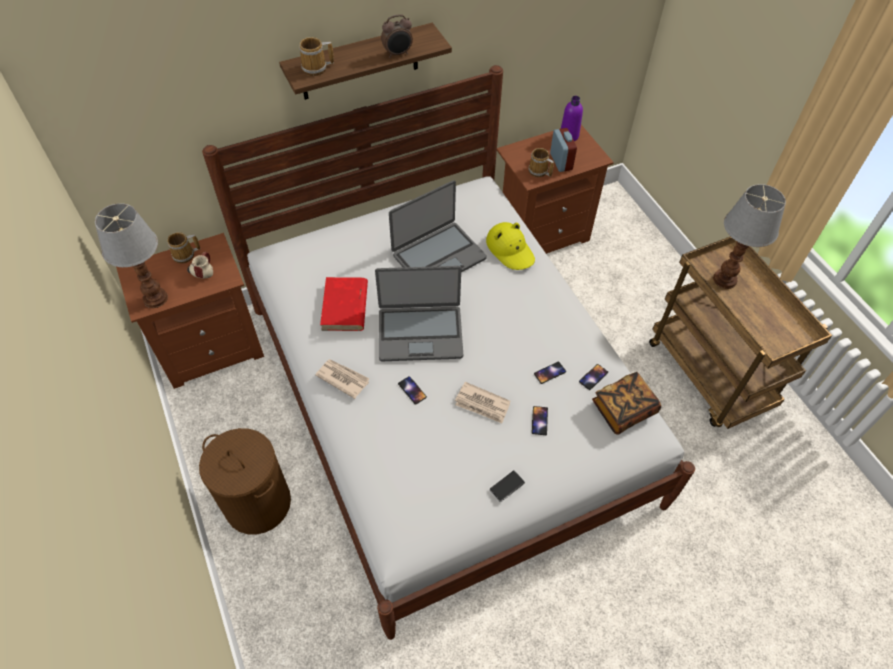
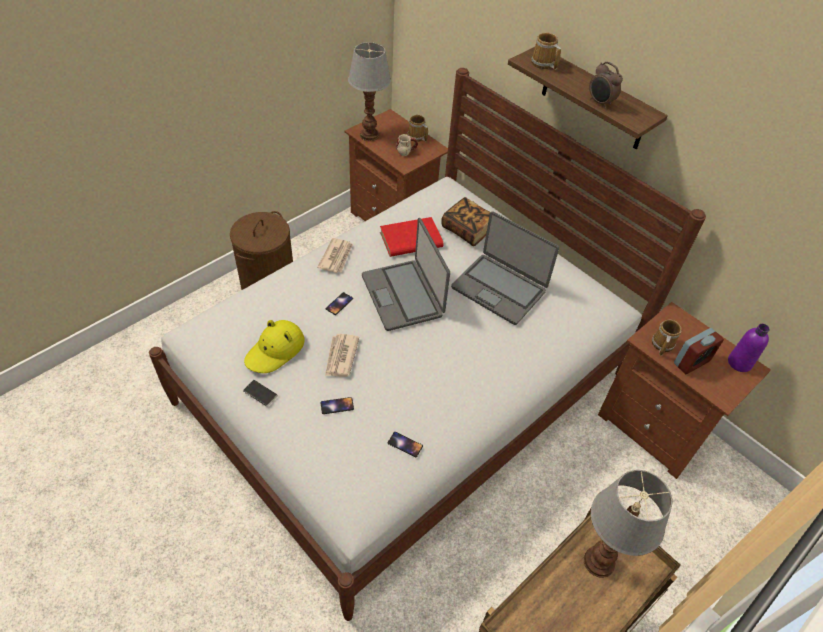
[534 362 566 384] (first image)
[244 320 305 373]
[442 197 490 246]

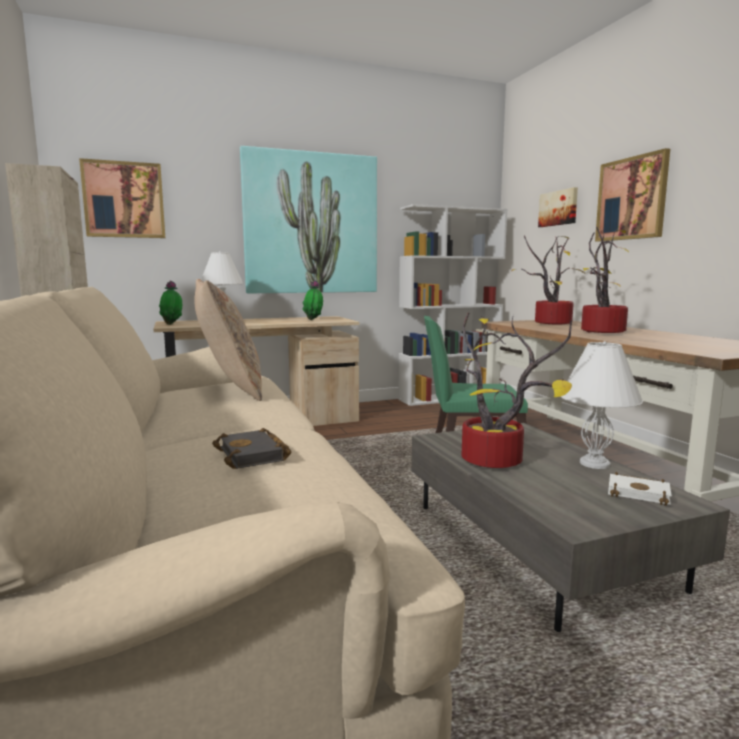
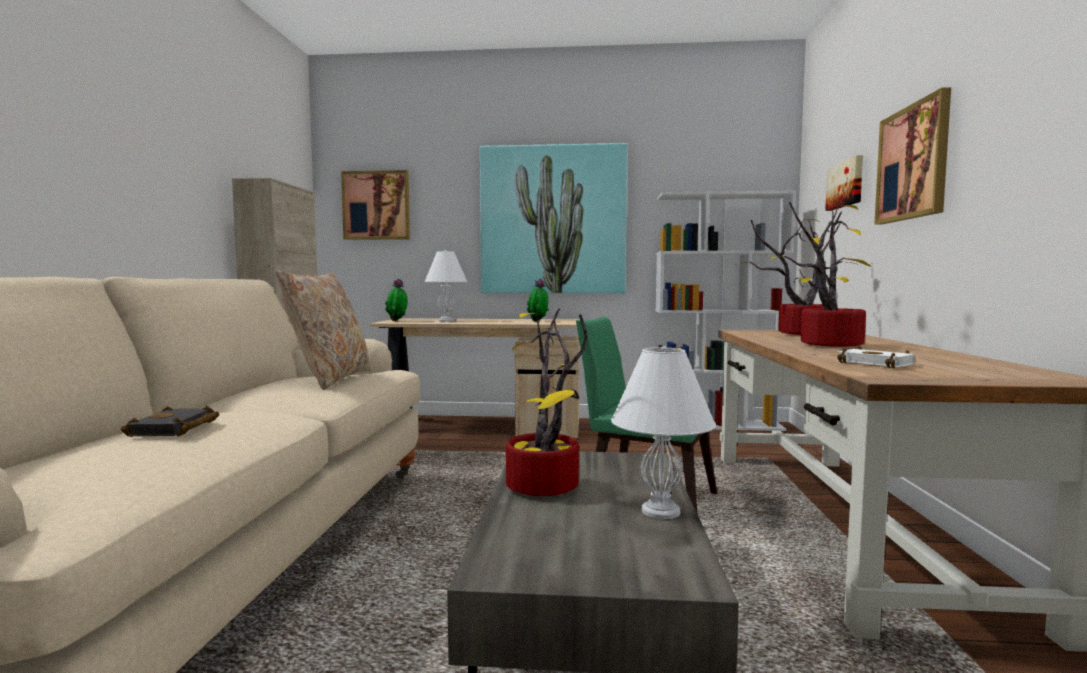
[837 346 915 369]

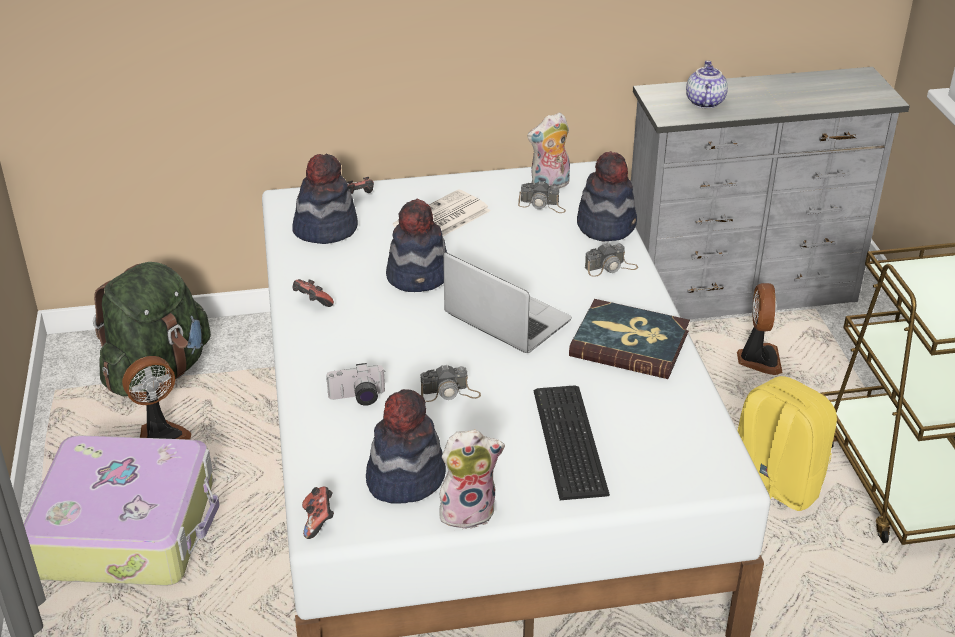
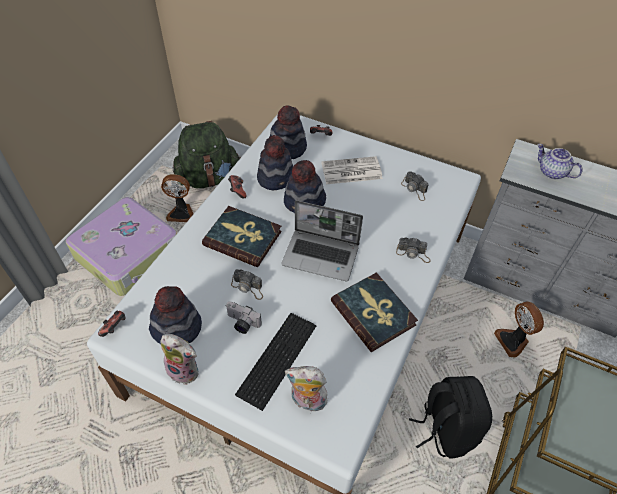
[202 206 282 267]
[226 301 262 334]
[285 366 331 412]
[257 135 293 190]
[409 376 492 459]
[281 200 363 282]
[537 144 583 179]
[494 301 544 358]

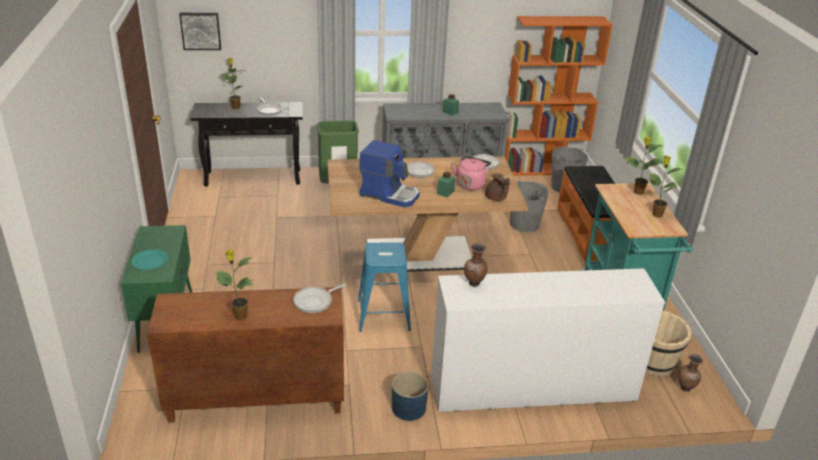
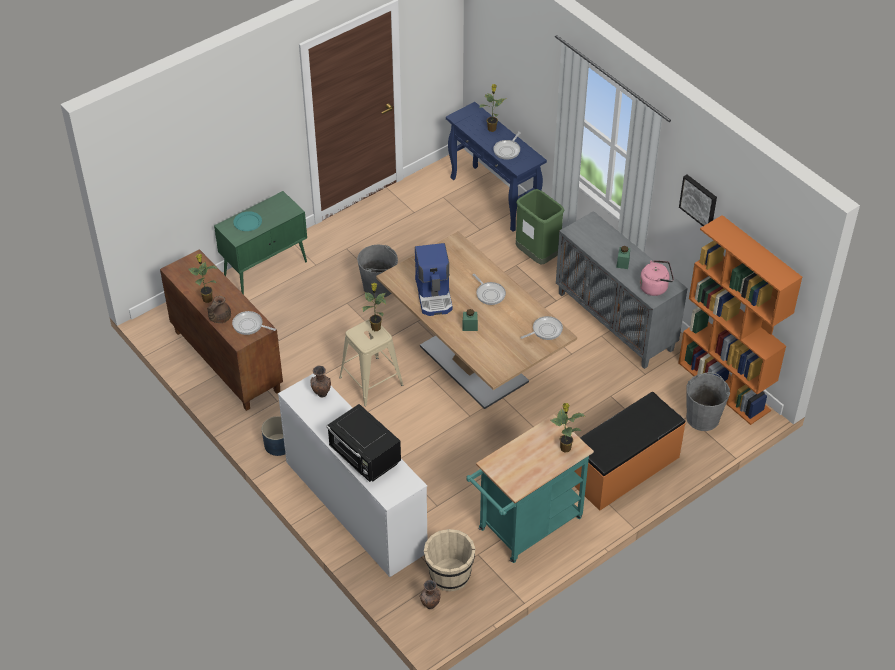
[327 404 401 482]
[679 175 717 226]
[640 260 674 296]
[207 296 231 323]
[357 244 398 298]
[362 283 386 331]
[446 102 547 232]
[339 319 403 406]

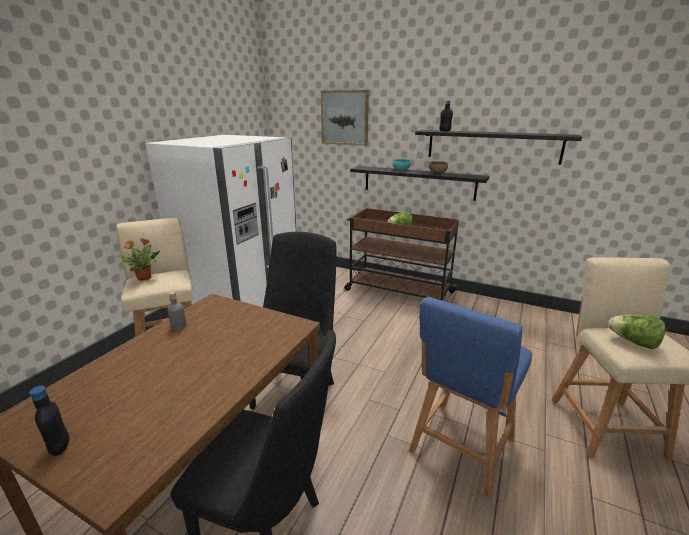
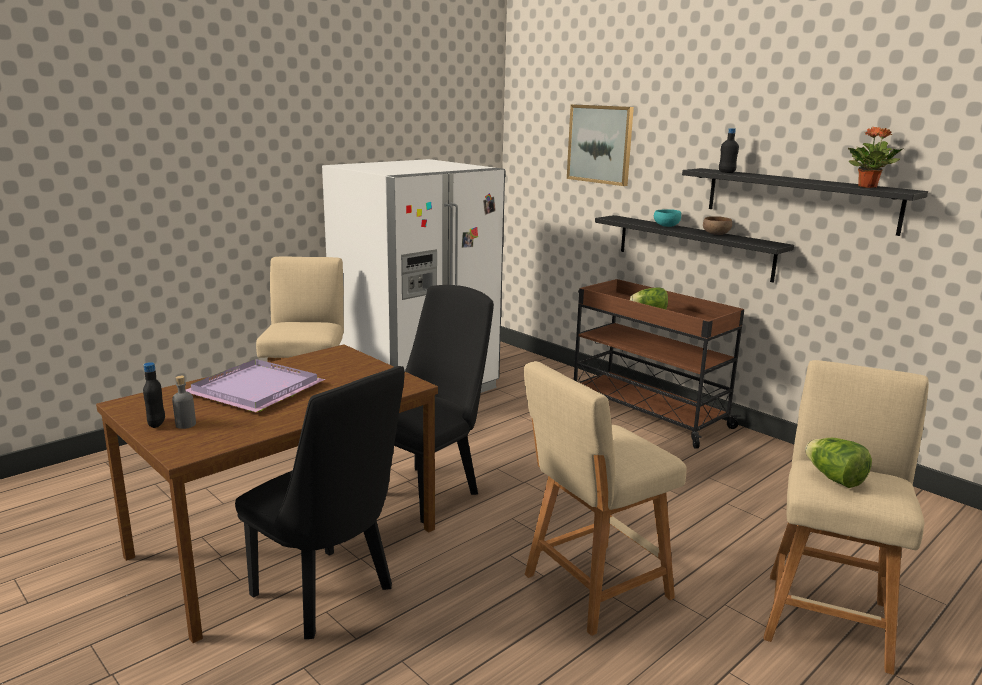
[186 359 326 412]
[848 127 904 188]
[172 376 196 429]
[524 361 687 636]

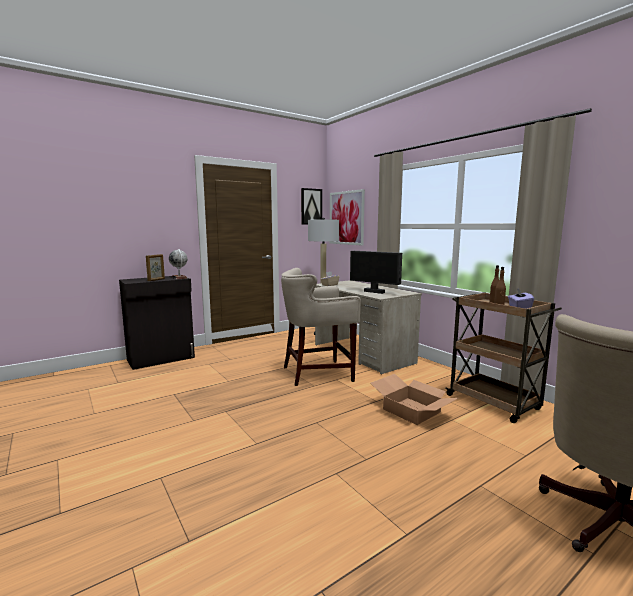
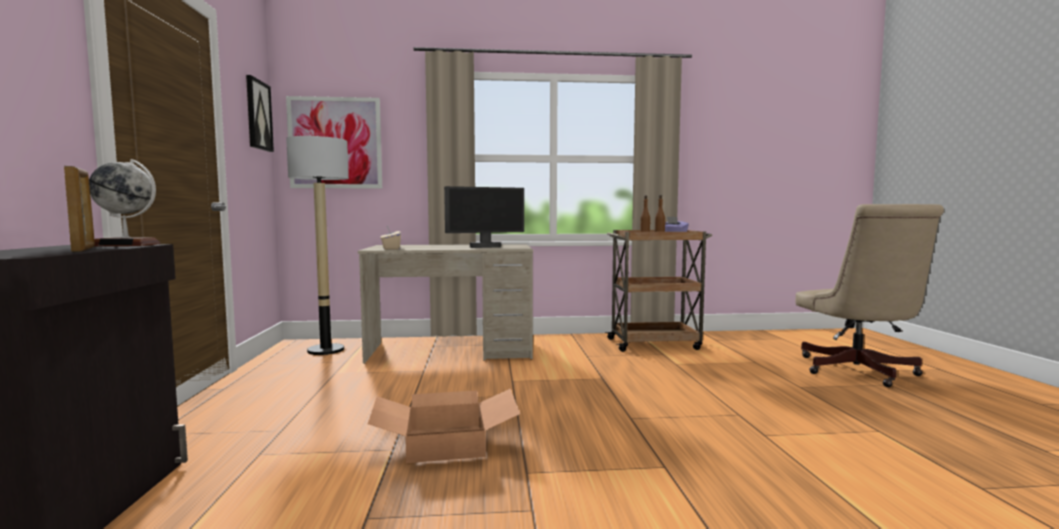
[281 268 361 386] (first image)
[368 389 520 463]

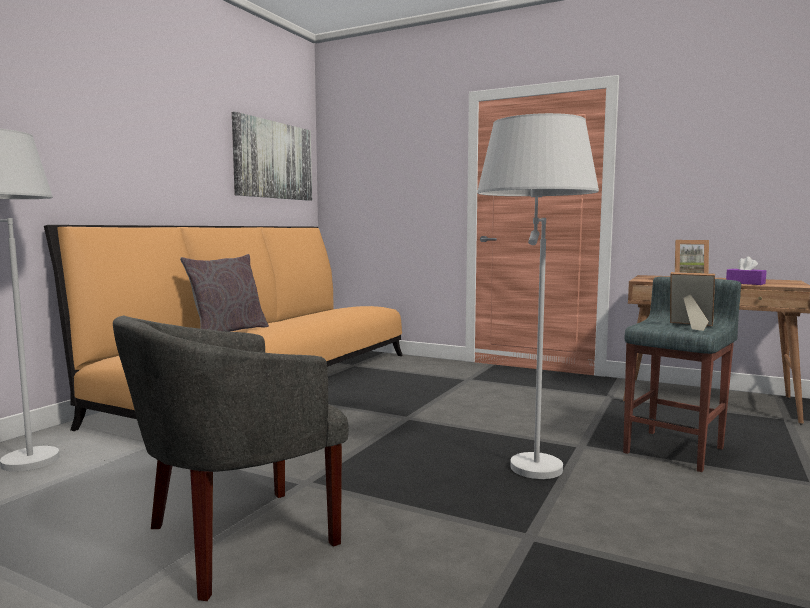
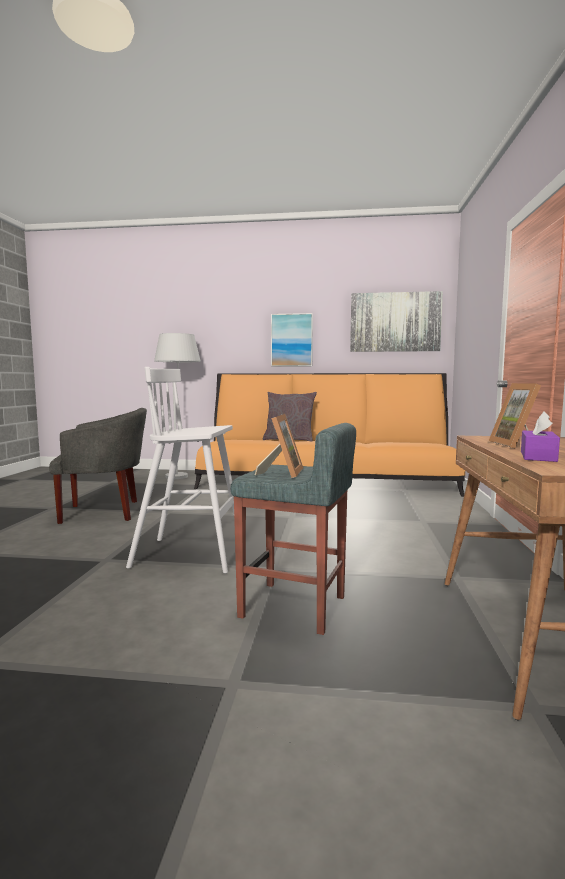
[271 313 313 367]
[126 367 234 573]
[49 408 147 524]

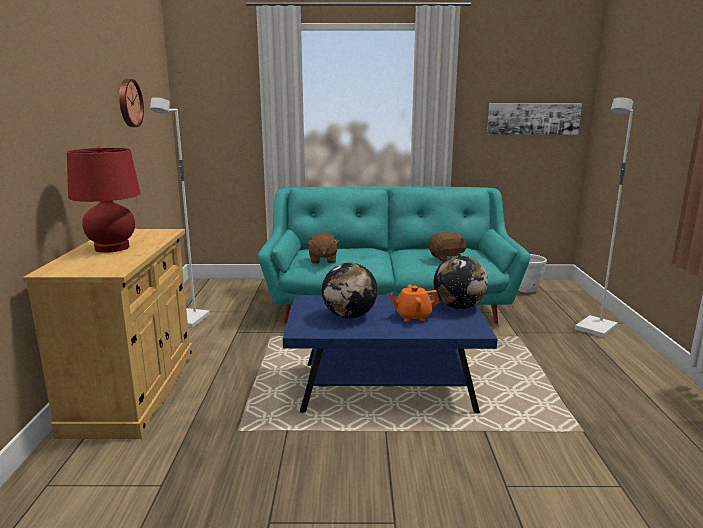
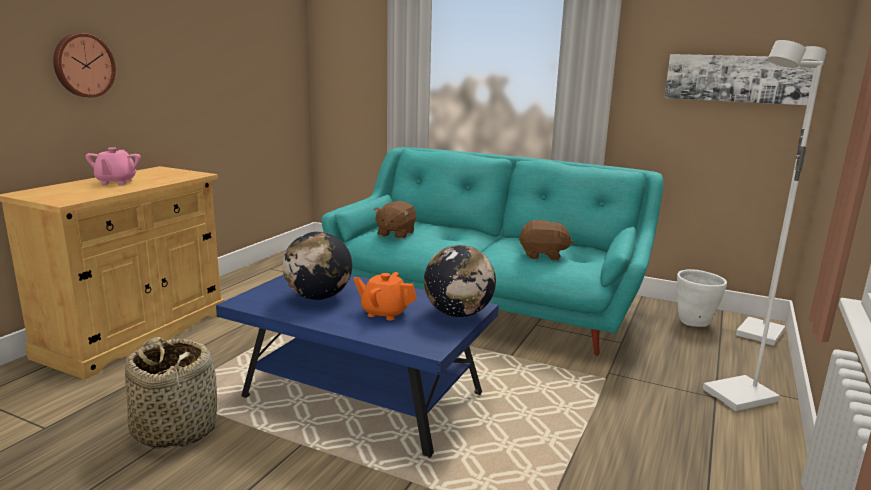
[125 337 217 449]
[53 33 116 98]
[736 46 827 346]
[85 147 141 185]

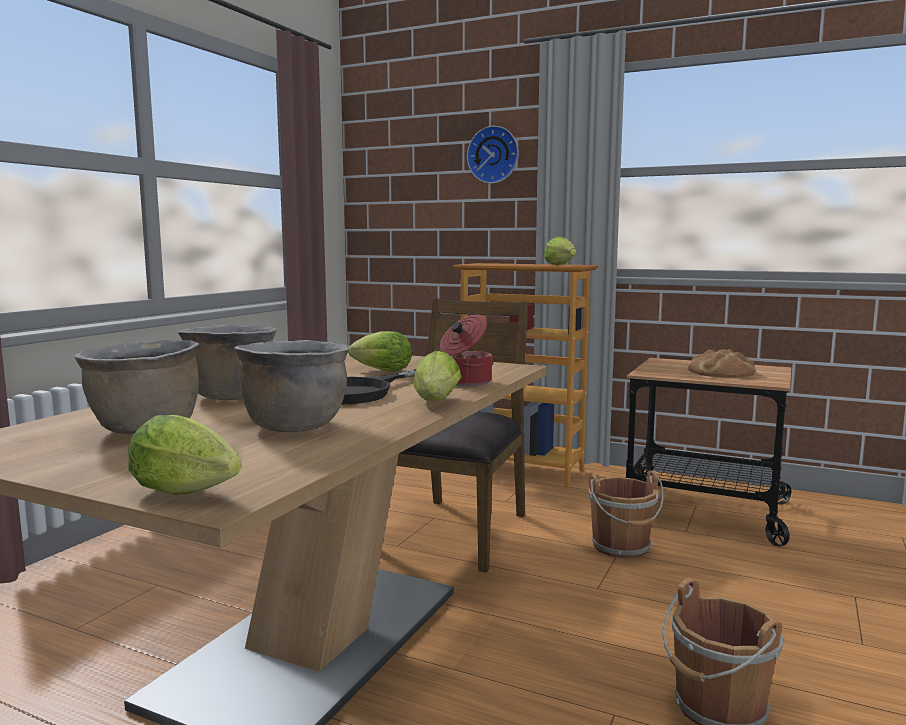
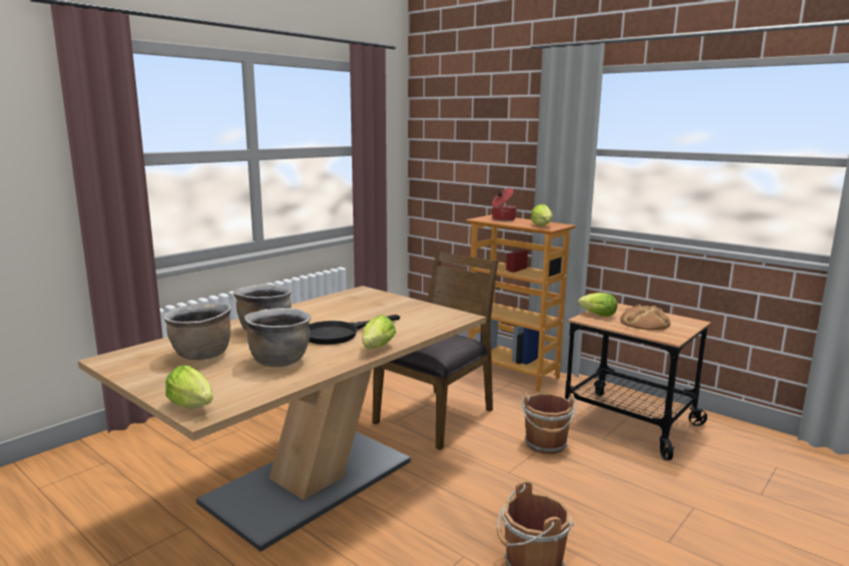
[467 126 519 184] (first image)
[578 293 617 317]
[492 188 517 221]

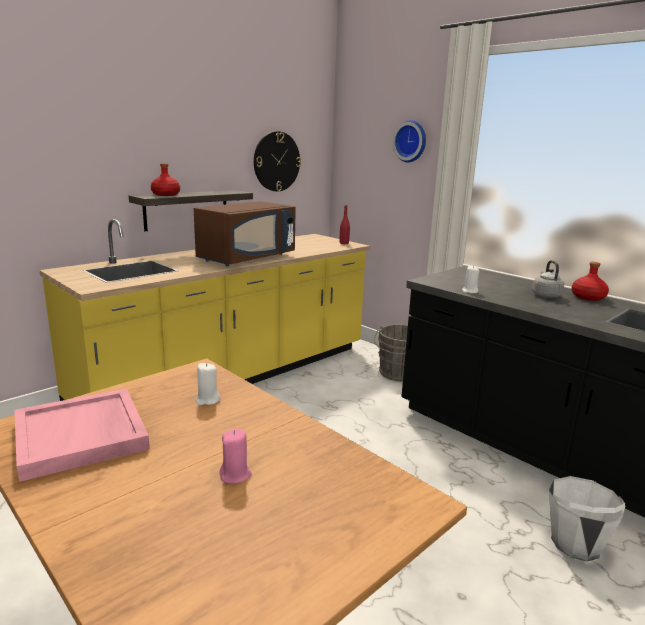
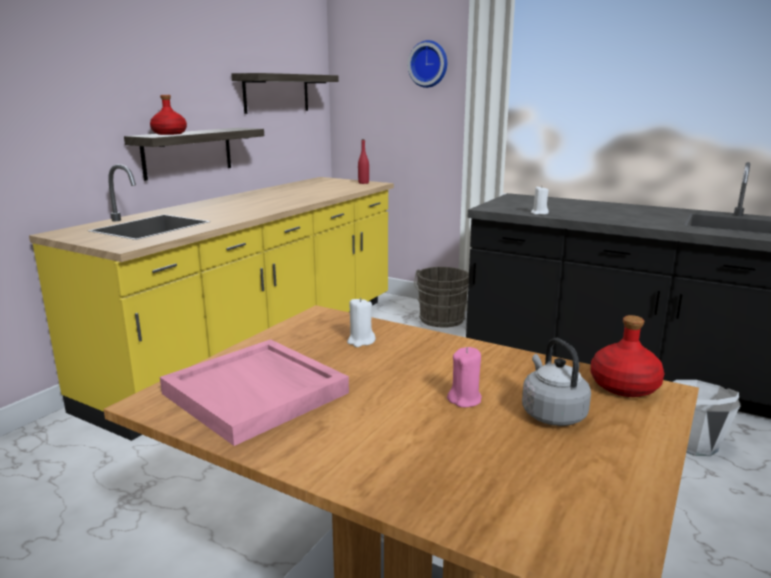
[194 201 296 266] (first image)
[522 338 591 426]
[591 315 665 397]
[231 73 339 114]

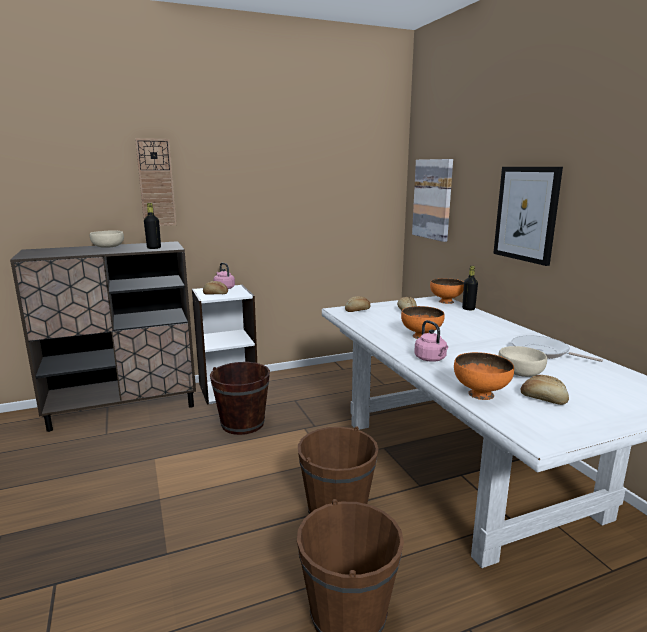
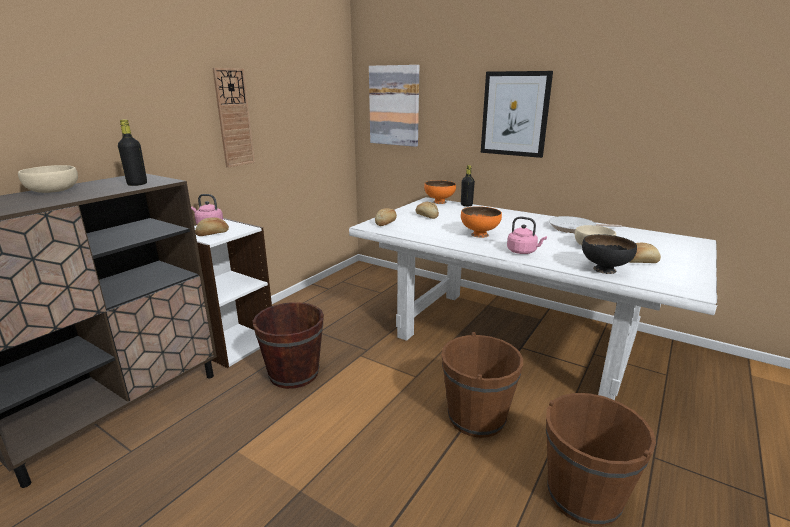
[212 68 255 168]
[582 234 637 274]

